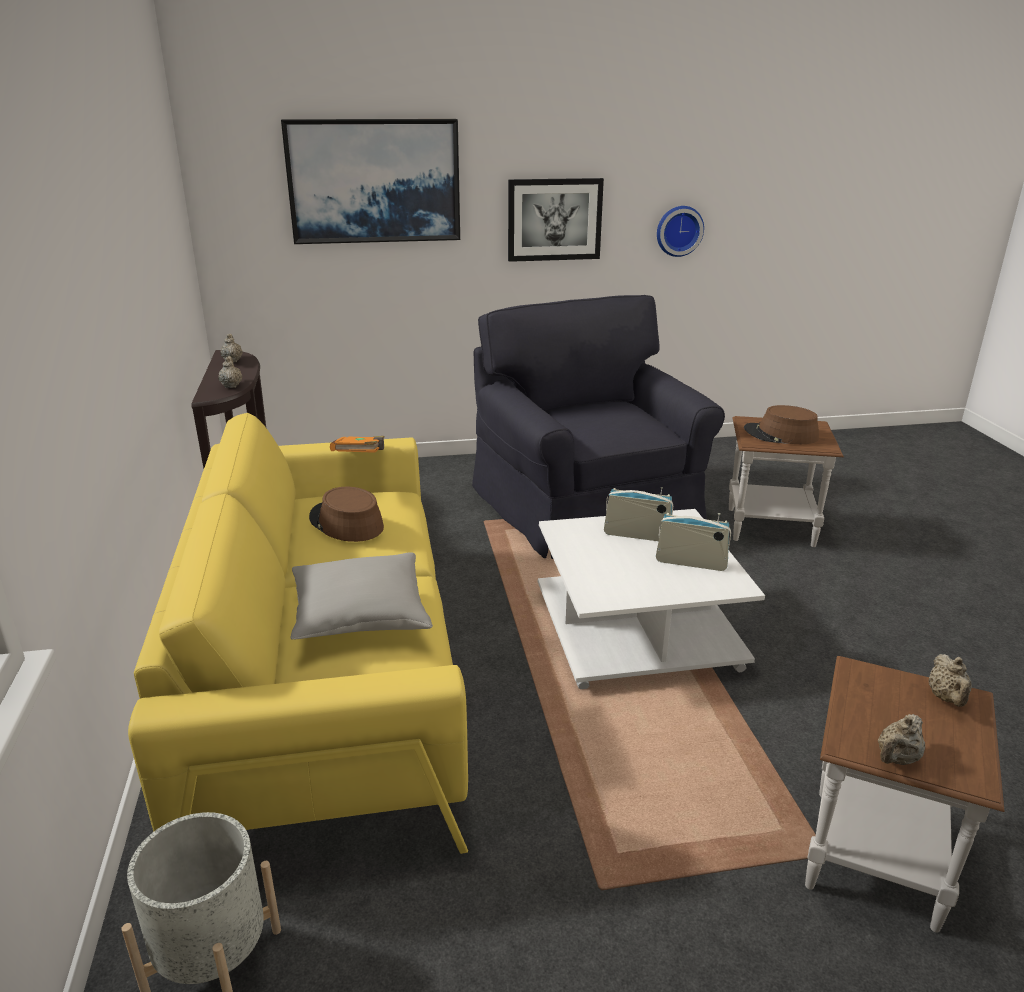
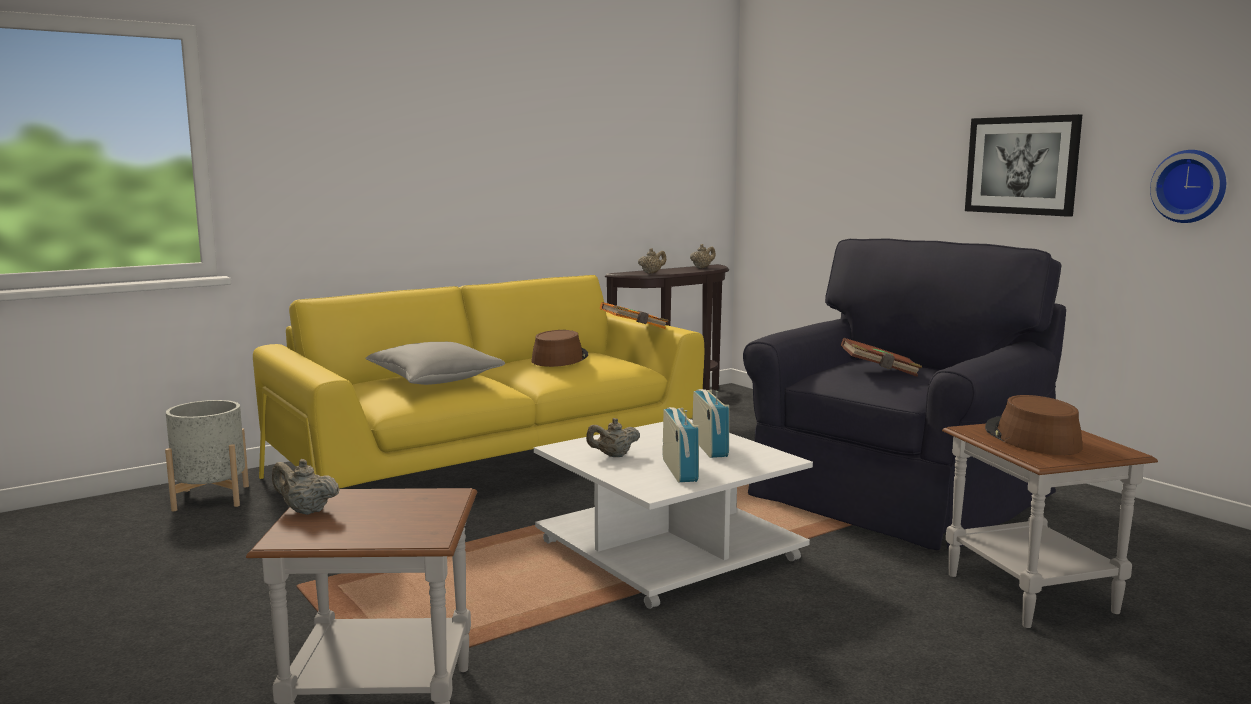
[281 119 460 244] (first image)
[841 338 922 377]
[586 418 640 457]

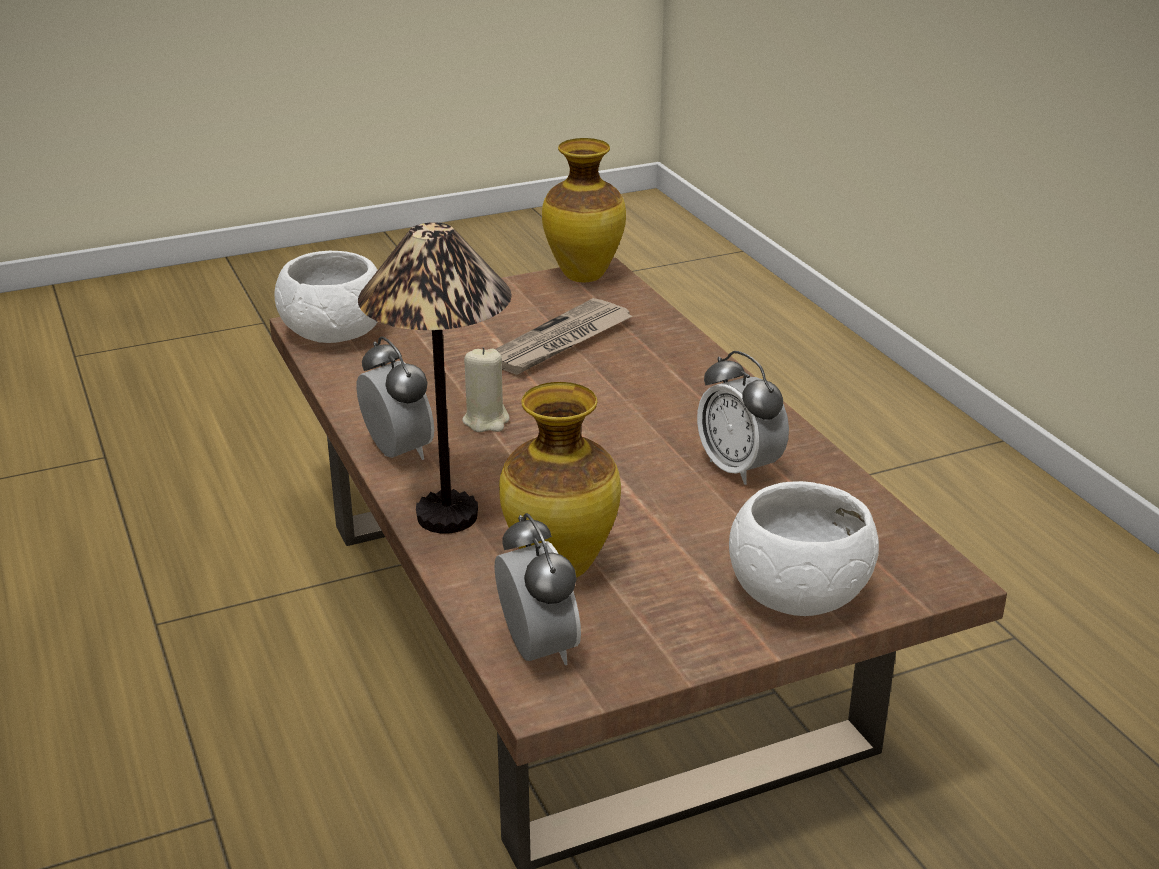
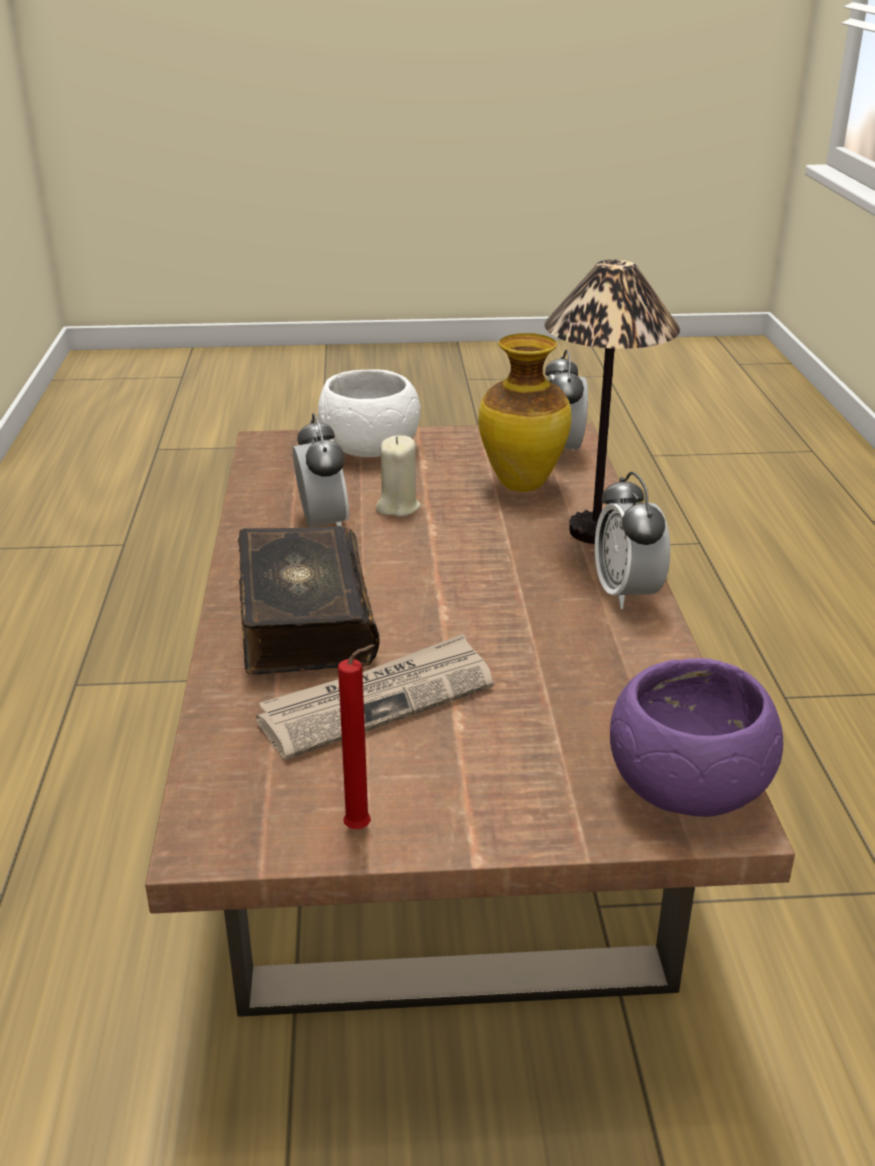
[542 138 626 282] (first image)
[238 526 380 675]
[338 644 375 829]
[376 435 421 517]
[610 658 783 817]

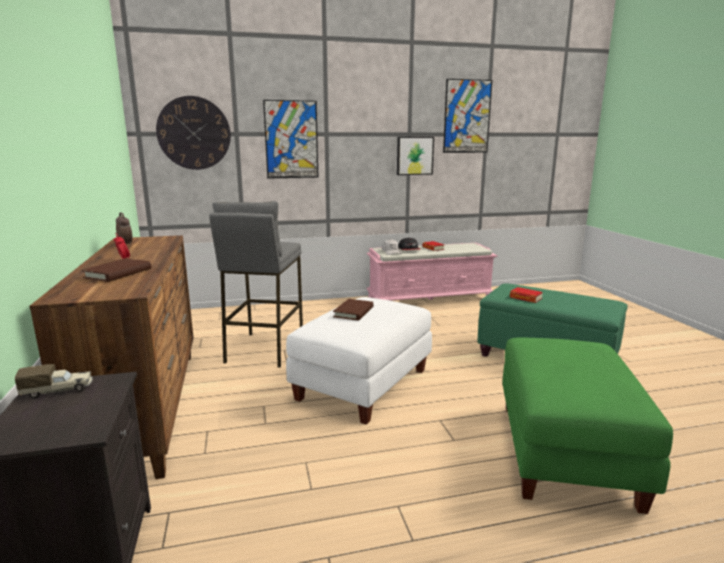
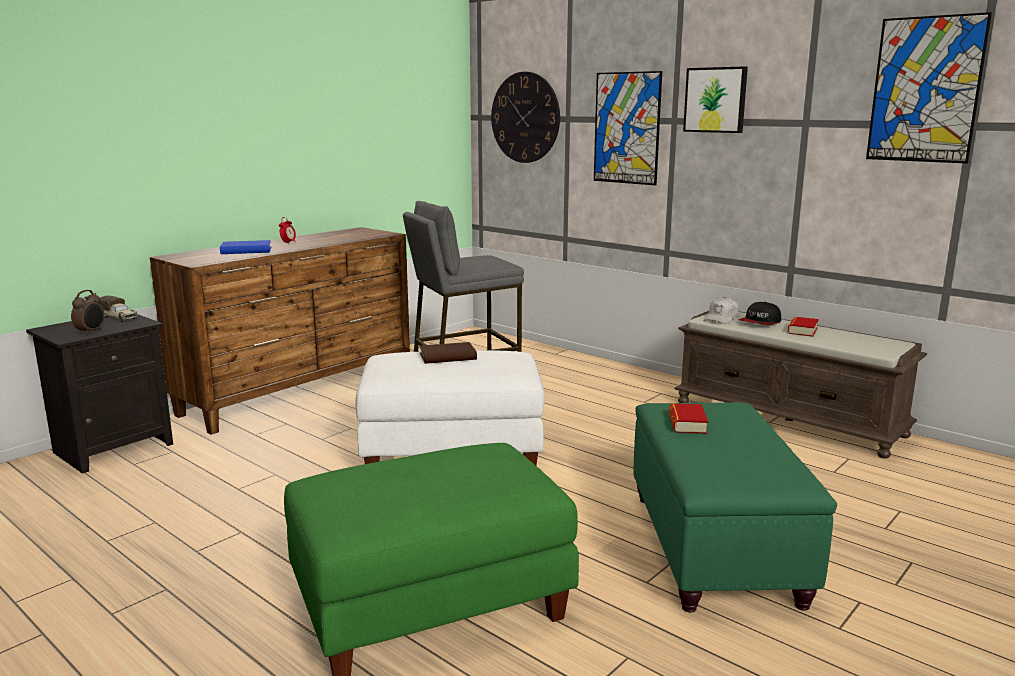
[71 290 104 335]
[683 66 748 133]
[220 240 271 254]
[675 311 927 459]

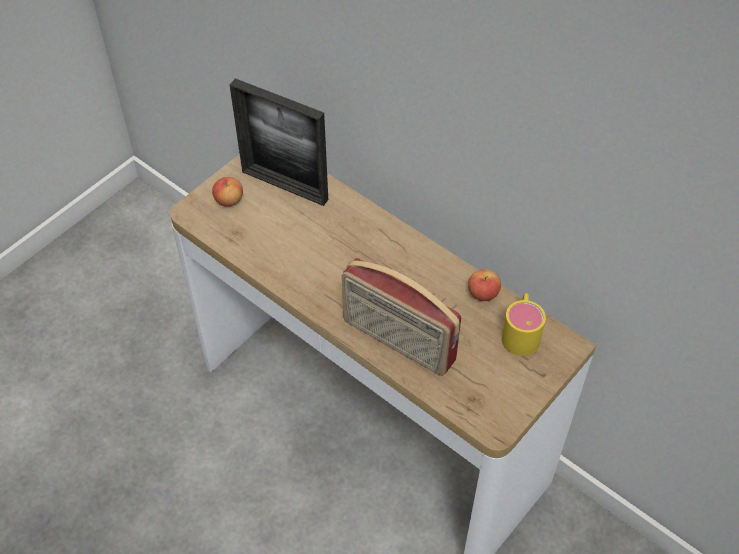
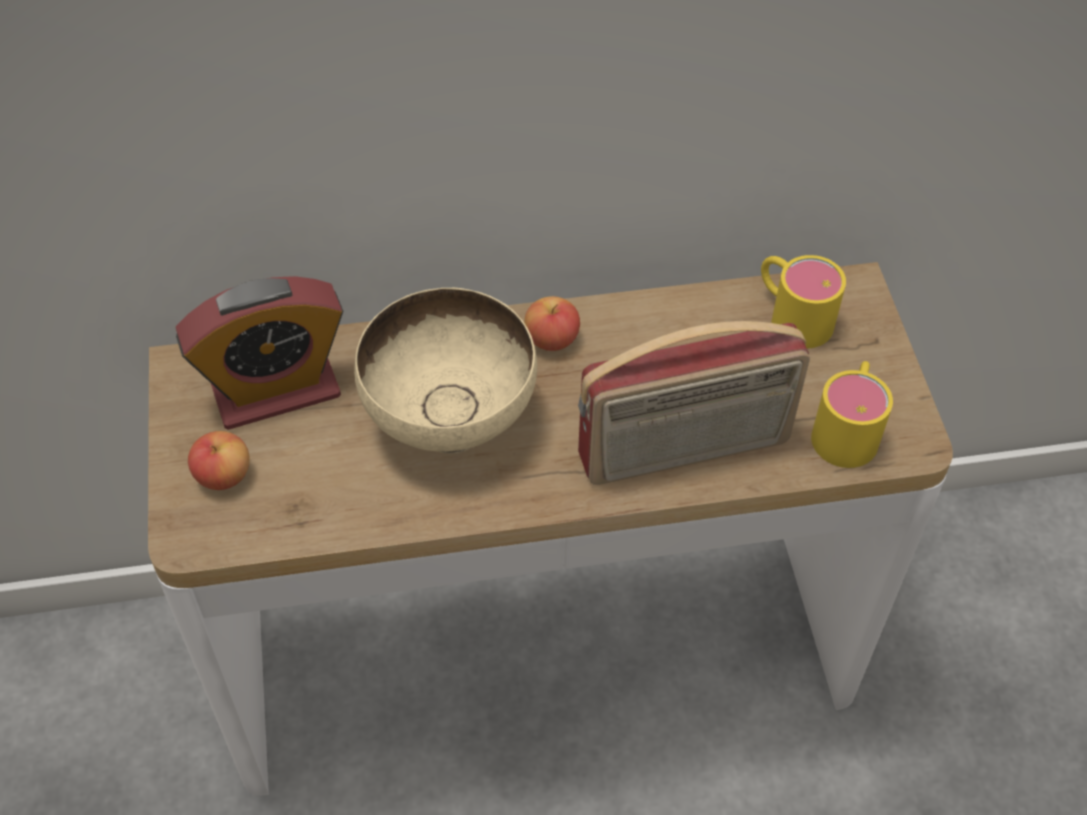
[354 288 537 453]
[811 361 893 468]
[524 296 580 351]
[176 276 343 430]

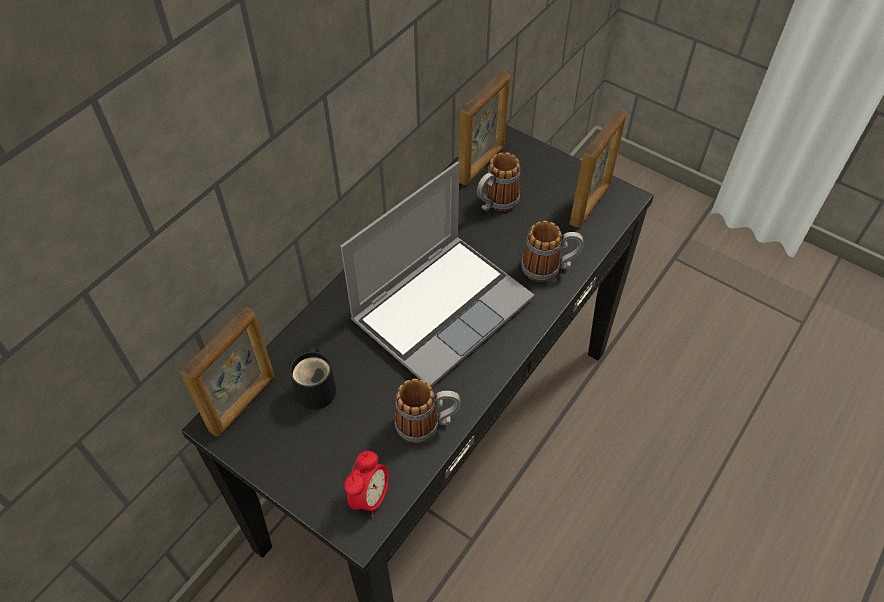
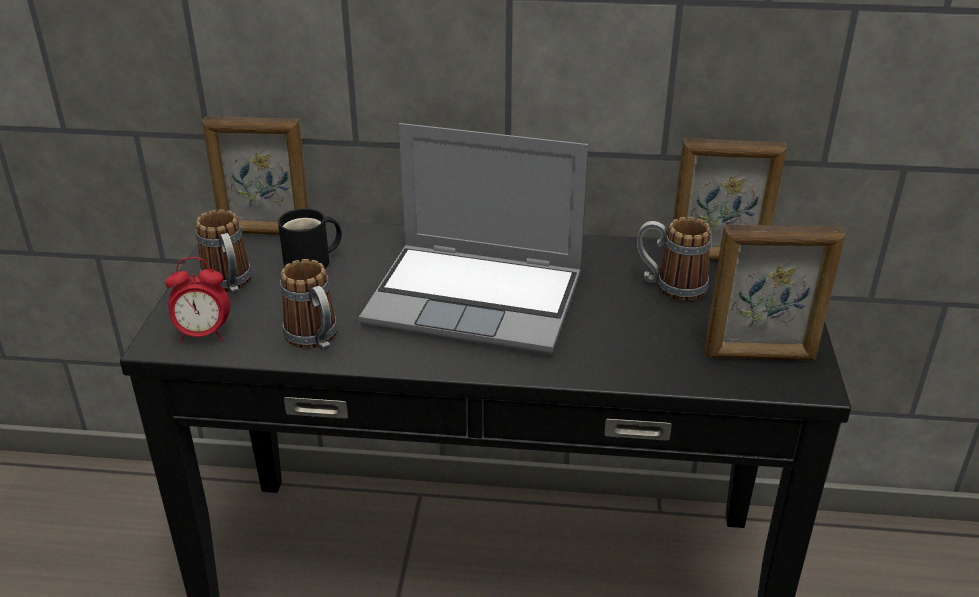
[196 209 252 294]

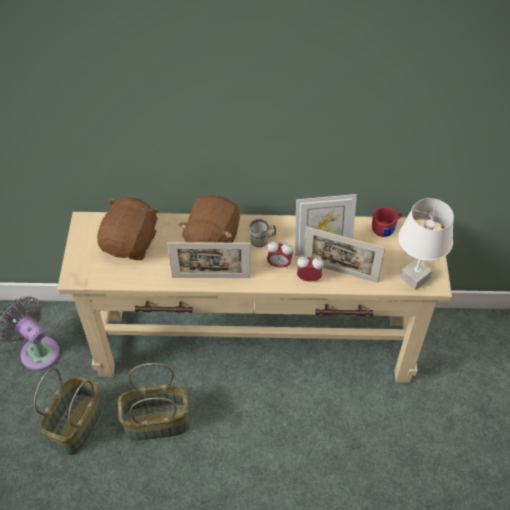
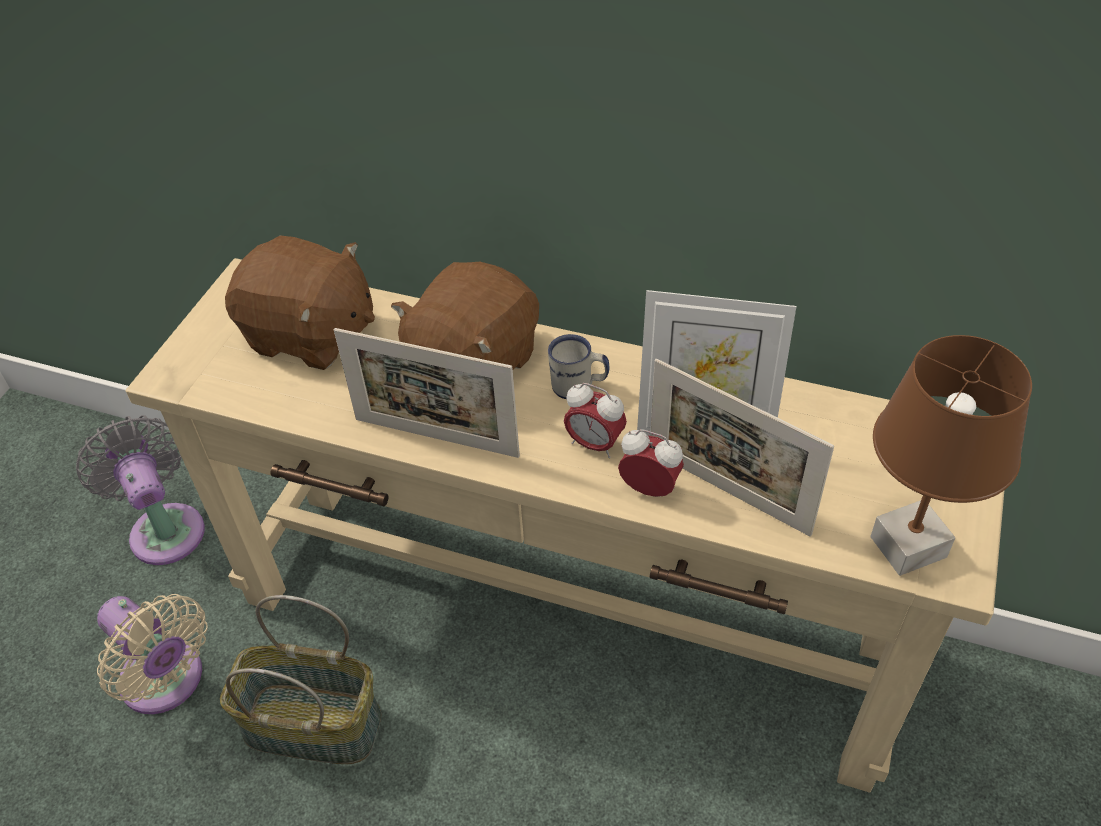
[372 207 402 237] (first image)
[97 594 208 714]
[870 335 1032 576]
[225 236 375 370]

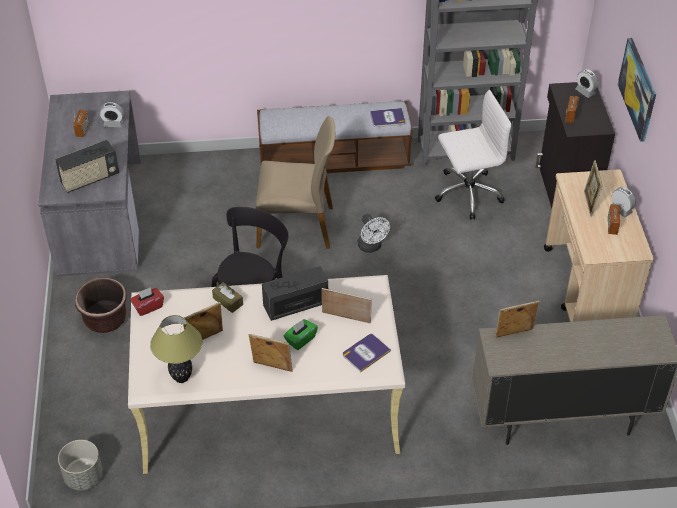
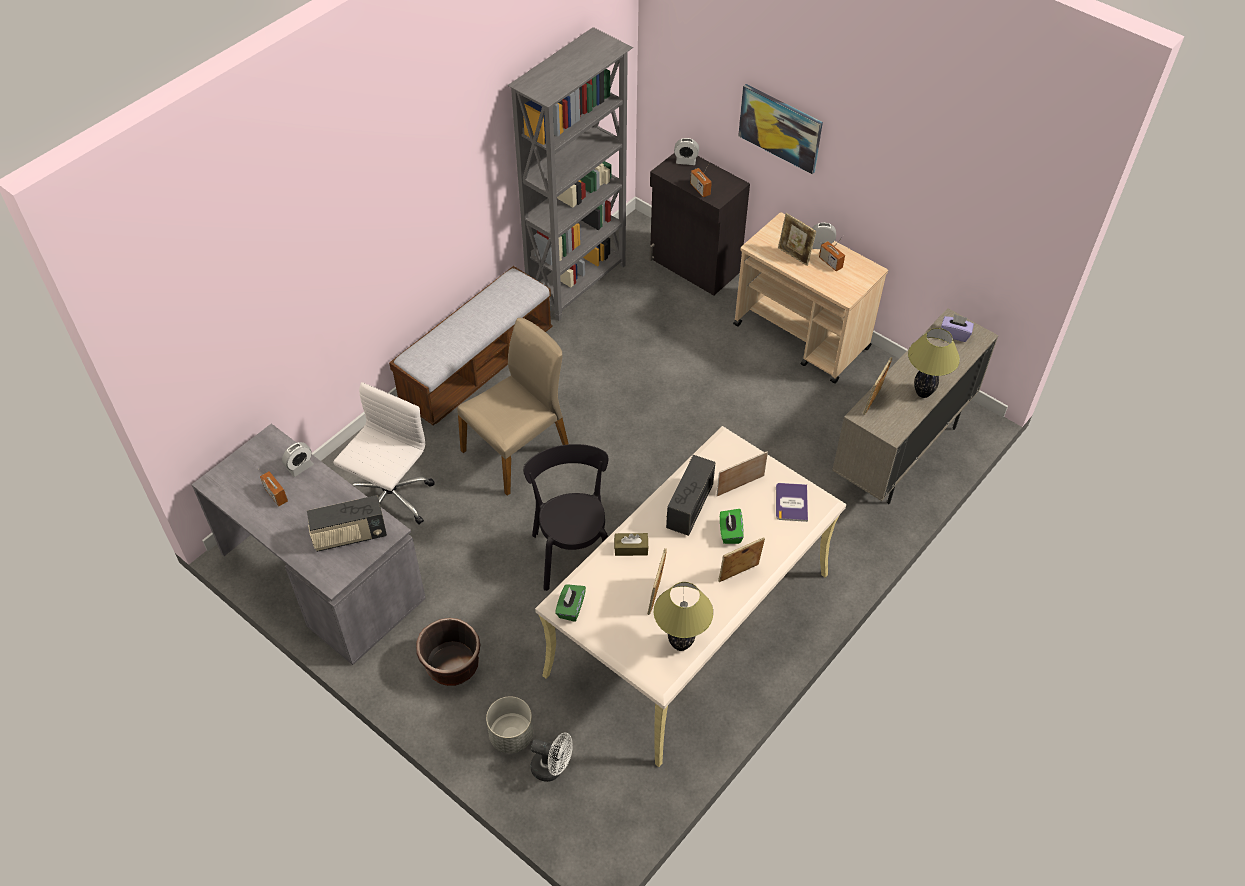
[370 108 405 127] (first image)
[908 328 960 398]
[941 314 974 342]
[486 696 533 753]
[531 732 573 782]
[333 382 435 525]
[555 584 586 622]
[307 495 387 552]

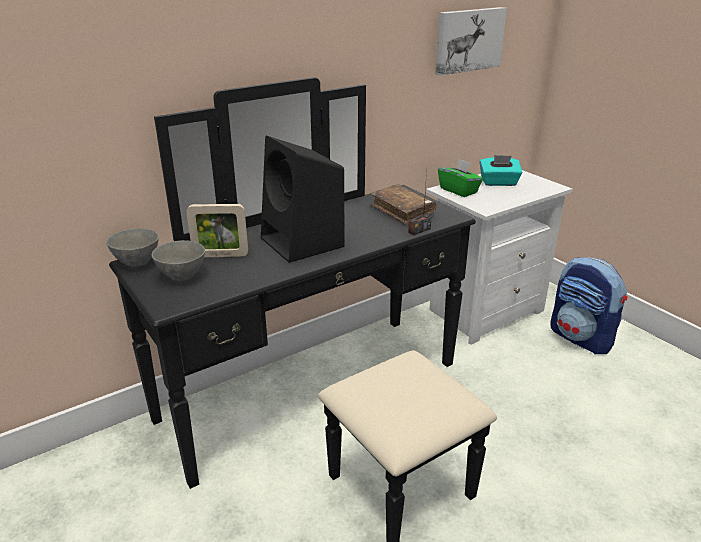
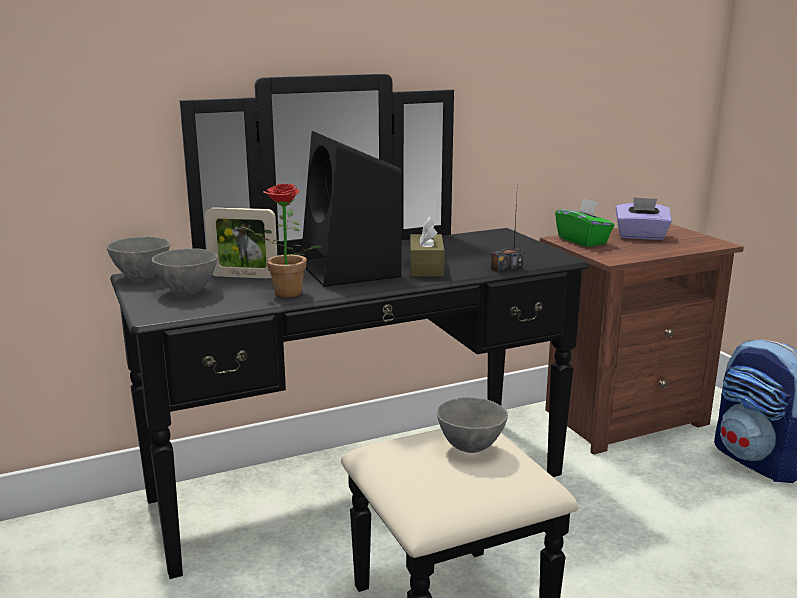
[370 184 436 226] (first image)
[435 7 507 76] (first image)
[240 184 322 298]
[410 216 444 277]
[437 397 508 453]
[540 224 744 455]
[616 197 672 240]

